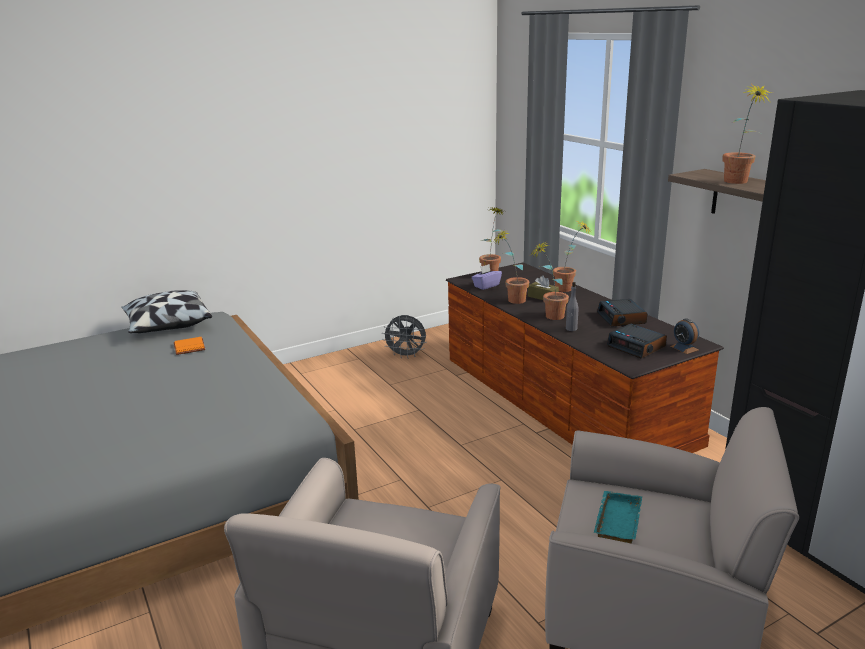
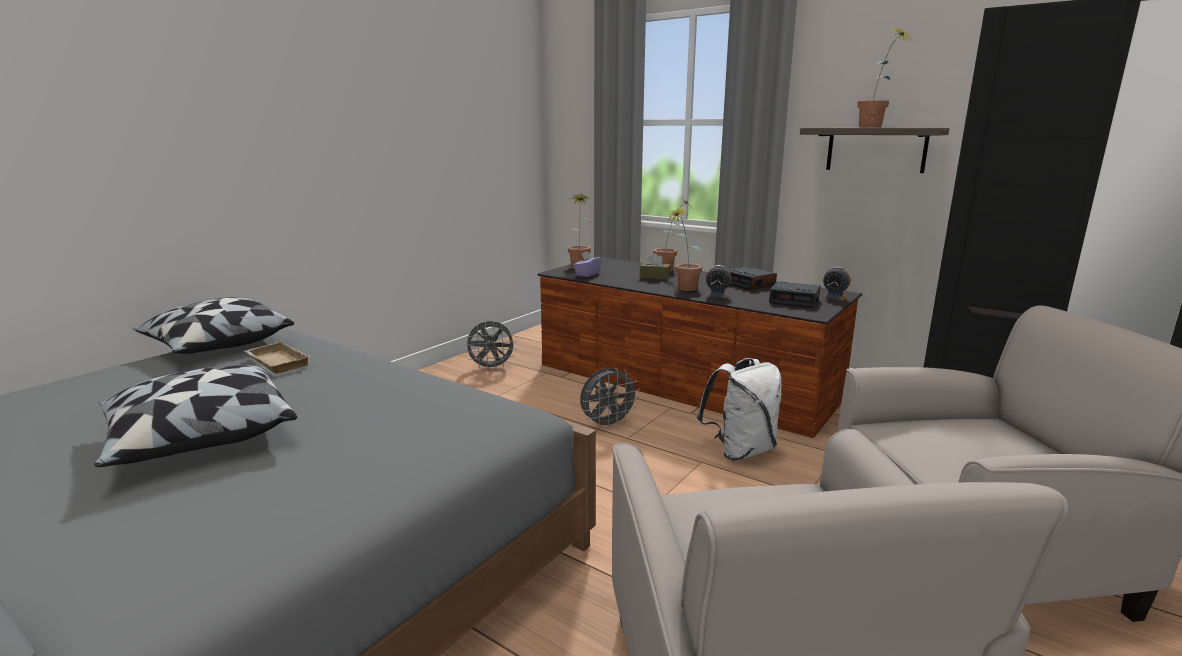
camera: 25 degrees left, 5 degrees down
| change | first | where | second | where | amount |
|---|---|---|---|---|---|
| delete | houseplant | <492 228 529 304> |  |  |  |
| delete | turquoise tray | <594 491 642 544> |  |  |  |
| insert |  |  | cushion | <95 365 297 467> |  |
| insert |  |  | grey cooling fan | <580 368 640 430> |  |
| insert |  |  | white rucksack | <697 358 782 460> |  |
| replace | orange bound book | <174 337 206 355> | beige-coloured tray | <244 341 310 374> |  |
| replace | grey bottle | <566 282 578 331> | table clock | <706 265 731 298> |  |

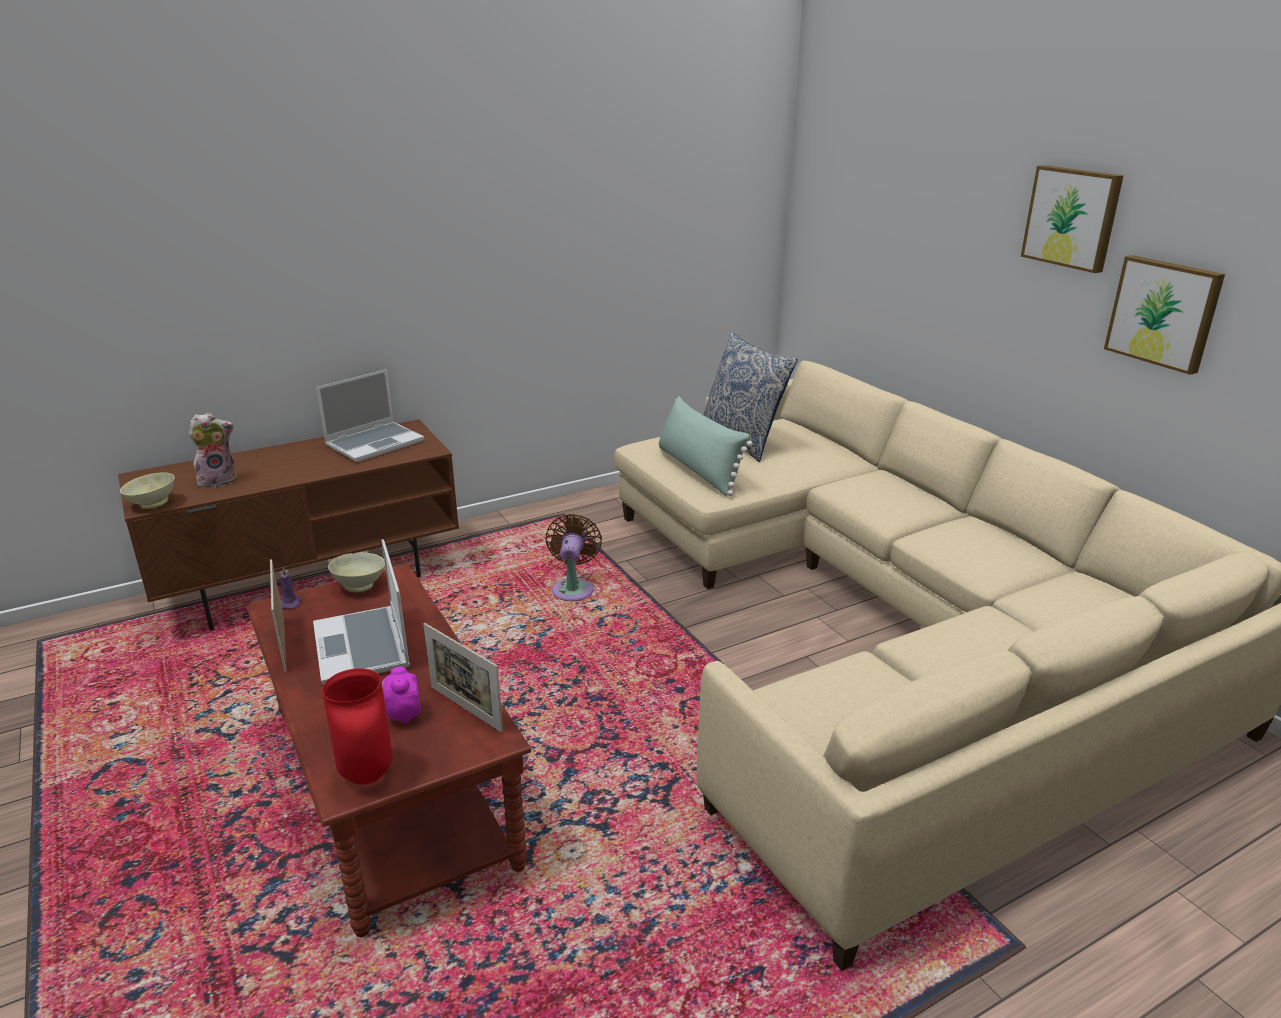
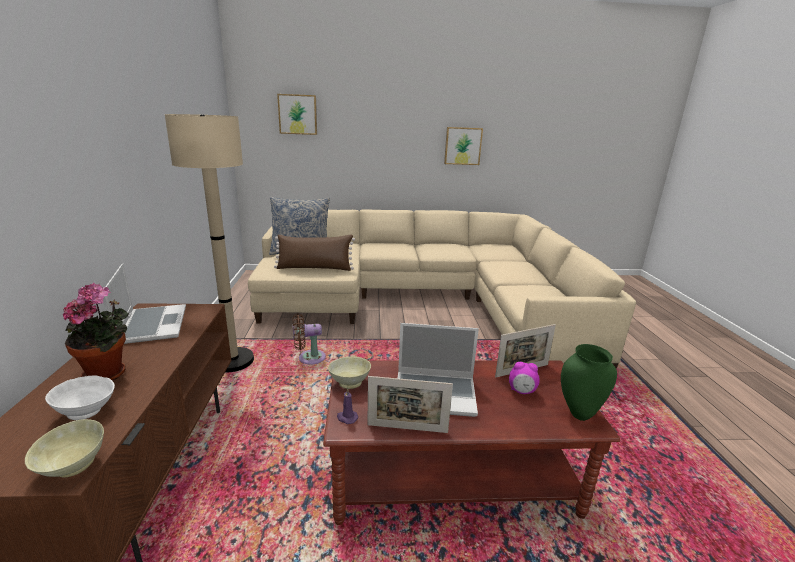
camera: 65 degrees left, 5 degrees down
| change | first | where | second | where | amount |
|---|---|---|---|---|---|
| insert |  |  | houseplant | <63 283 129 381> |  |
| insert |  |  | beige-coloured standard lamp | <164 114 254 372> |  |
| move | picture | <1021 165 1124 273> |  | <277 94 317 135> |  |
| replace | plush toy | <189 413 236 487> | white deep dish | <45 376 115 420> |  |
| recolor | red-coloured decorative vase | <322 668 393 785> | green-coloured decorative vase | <561 344 617 421> |  |
| recolor | green-coloured cushion | <659 396 753 496> | brownish cushion | <274 234 355 271> |  |
| rotate | brownish cooling fan | <546 514 602 601> |  | <293 313 326 365> | 45 degrees counterclockwise |

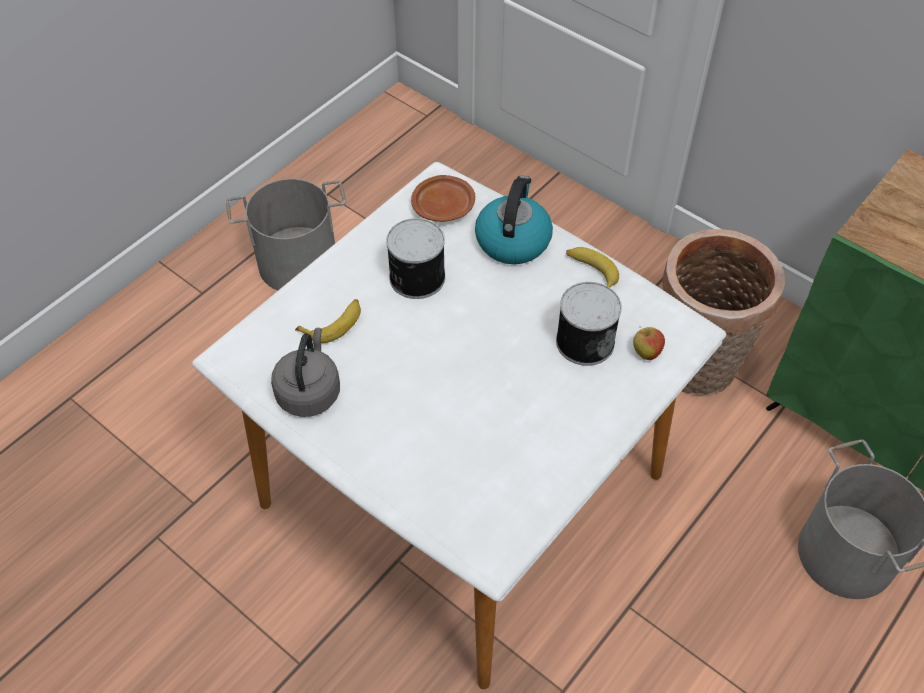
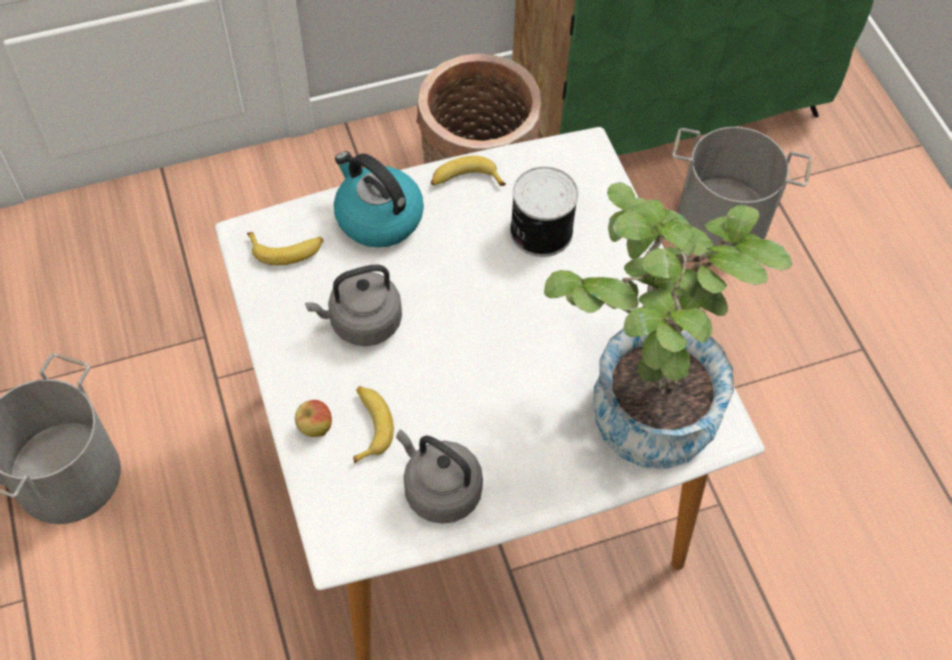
camera: 60 degrees left, 5 degrees up
| change | first | where | second | where | amount |
|---|---|---|---|---|---|
| insert |  |  | houseplant | <544 182 792 469> |  |
| move | whole apple | <633 326 665 360> |  | <295 400 332 437> |  |
| replace | sealed can | <386 218 445 299> | grey tea kettle | <305 264 402 346> |  |
| replace | brownish plate | <411 175 475 222> | banana | <247 232 324 265> |  |

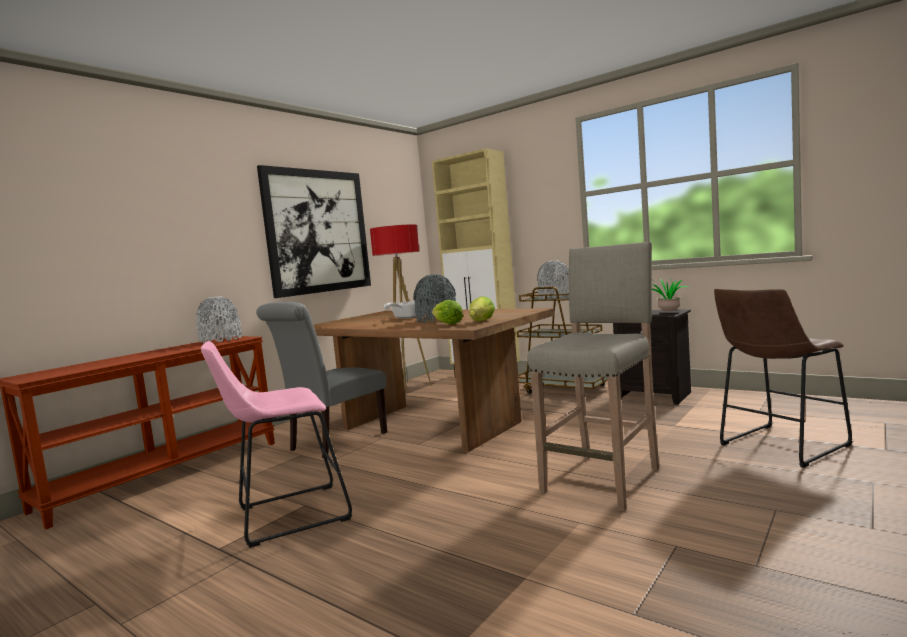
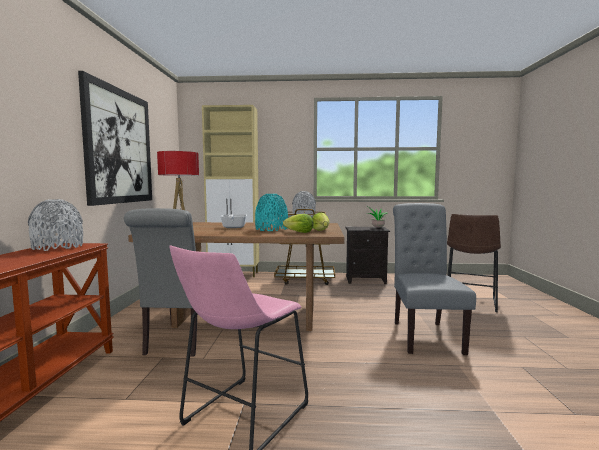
camera: 35 degrees left, 0 degrees up
| change | first | where | second | where | amount |
|---|---|---|---|---|---|
| replace | beige-coloured stool | <527 242 659 511> | grey plain chair | <393 203 476 355> |  |
| recolor | grey decorative vase | <413 274 456 323> | turquoise decorative vase | <255 194 288 231> |  |

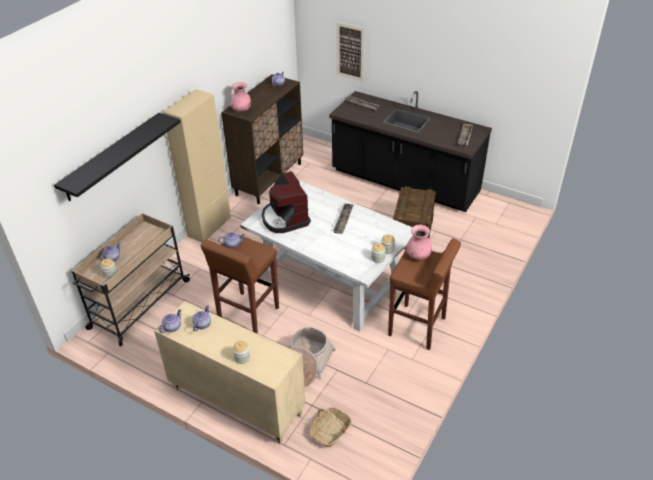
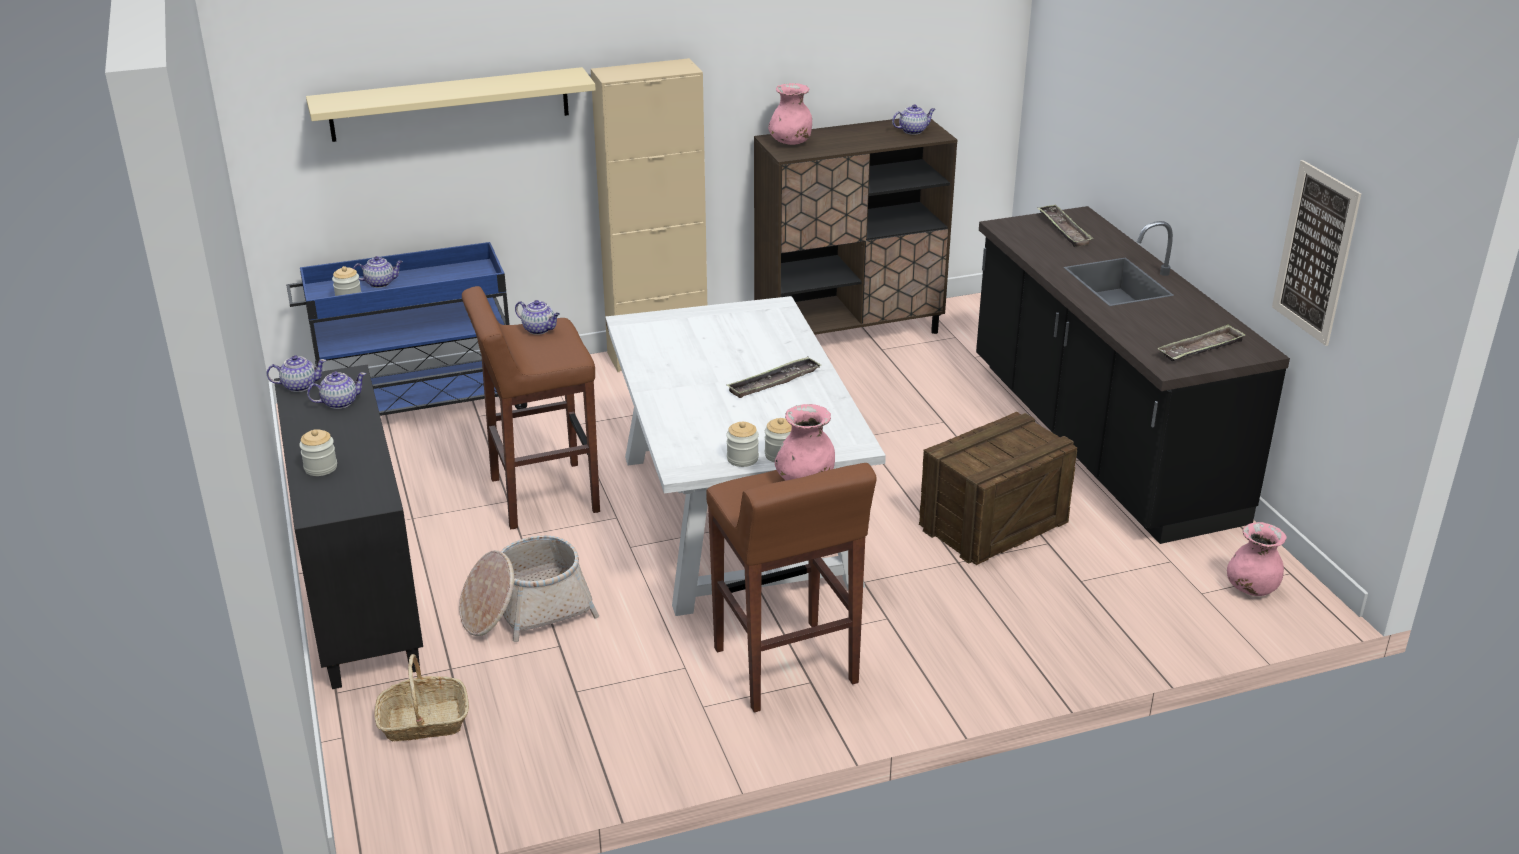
camera: 40 degrees right, 10 degrees down
| change | first | where | second | where | amount |
|---|---|---|---|---|---|
| delete | coffee brewer | <262 171 311 233> |  |  |  |
| insert |  |  | pink decorative vase | <1227 522 1287 596> |  |
| move | picture | <336 22 365 82> |  | <1272 160 1361 346> |  |
| recolor | black bracket shelf | <54 113 180 202> | beige-coloured bracket shelf | <306 67 596 142> |  |
| recolor | beige-coloured trolley | <72 213 190 346> | blue-coloured trolley | <286 242 527 416> |  |
| recolor | beige-coloured cabinet | <154 301 305 444> | black cabinet | <274 365 423 689> |  |

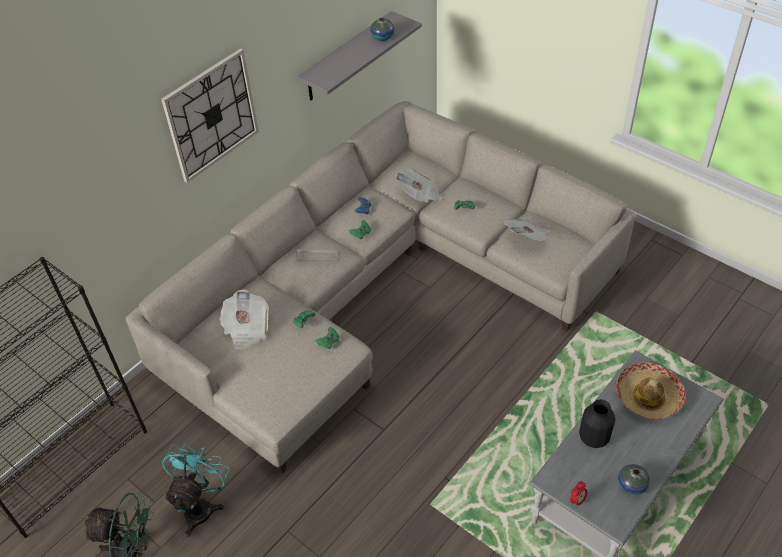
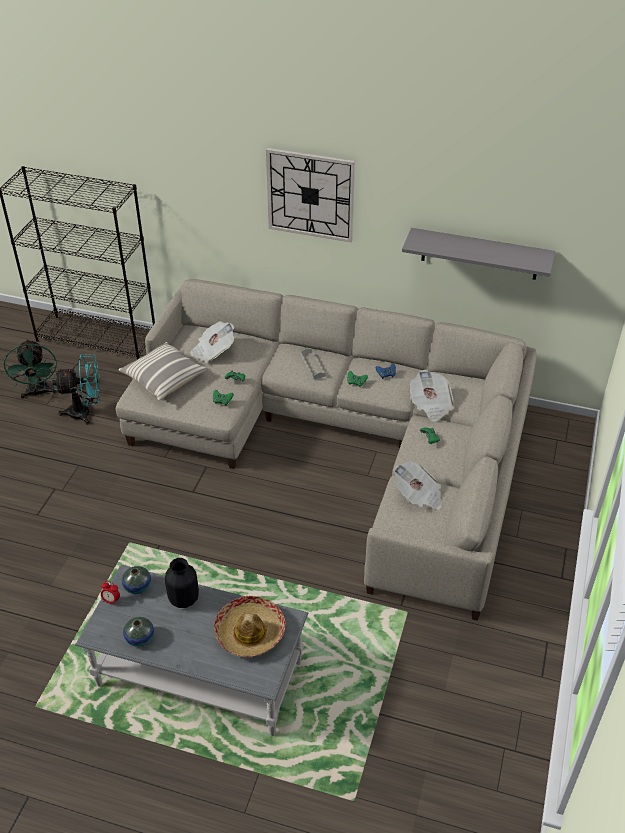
camera: 65 degrees right, 5 degrees down
| change | first | where | second | where | amount |
|---|---|---|---|---|---|
| insert |  |  | cushion | <119 342 207 400> |  |
| move | decorative vase | <370 18 394 41> |  | <122 566 151 594> |  |

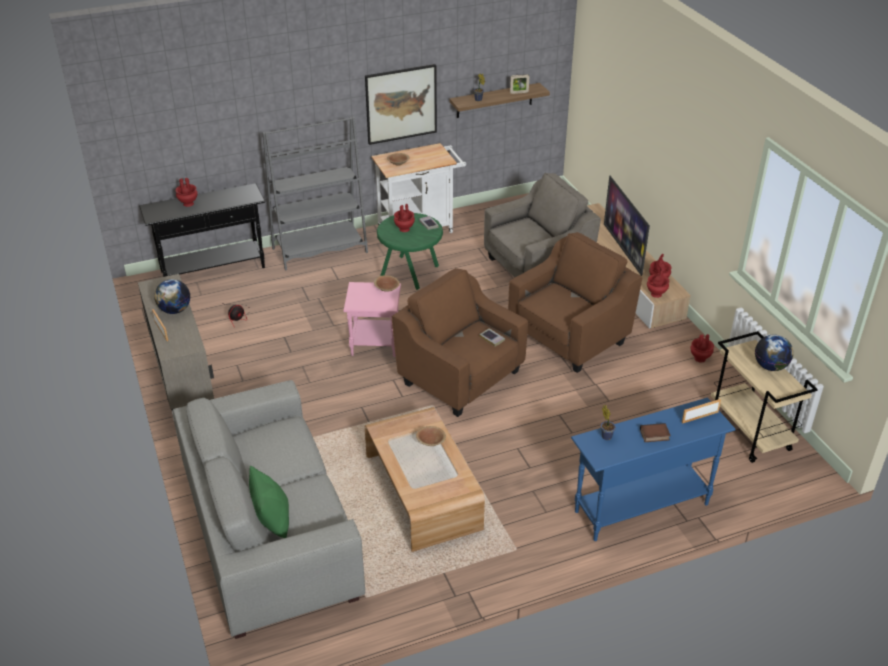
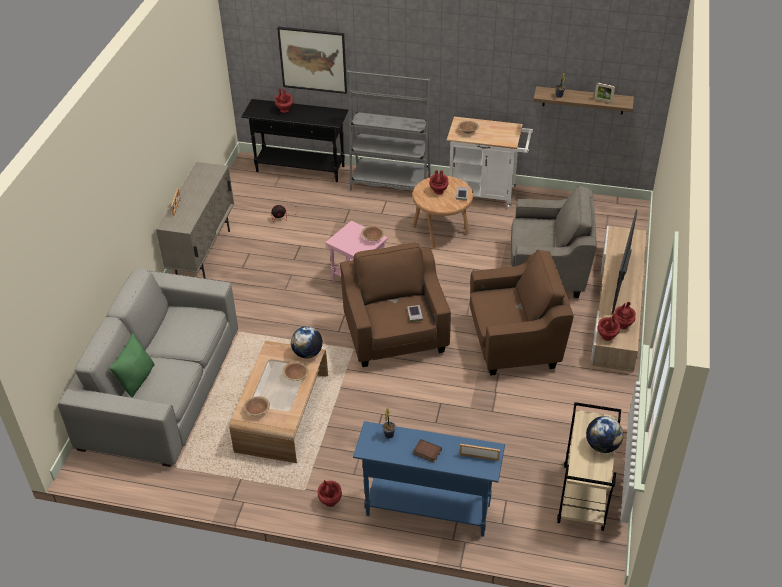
camera: 35 degrees right, 5 degrees up
| change | first | where | second | where | amount |
|---|---|---|---|---|---|
| insert |  |  | brownish deep dish | <243 396 270 416> |  |
| move | globe | <154 279 190 314> |  | <291 327 323 358> |  |
| move | picture | <365 64 437 145> |  | <277 27 347 94> |  |
| move | red-coloured decorative vase | <690 334 714 362> |  | <318 480 342 507> |  |
| recolor | green-coloured end table | <377 213 443 290> | brownish end table | <412 176 473 248> |  |

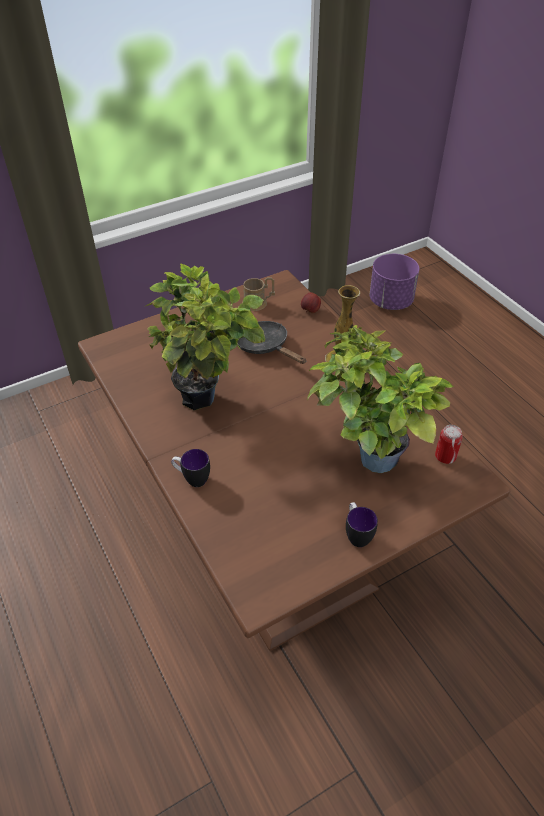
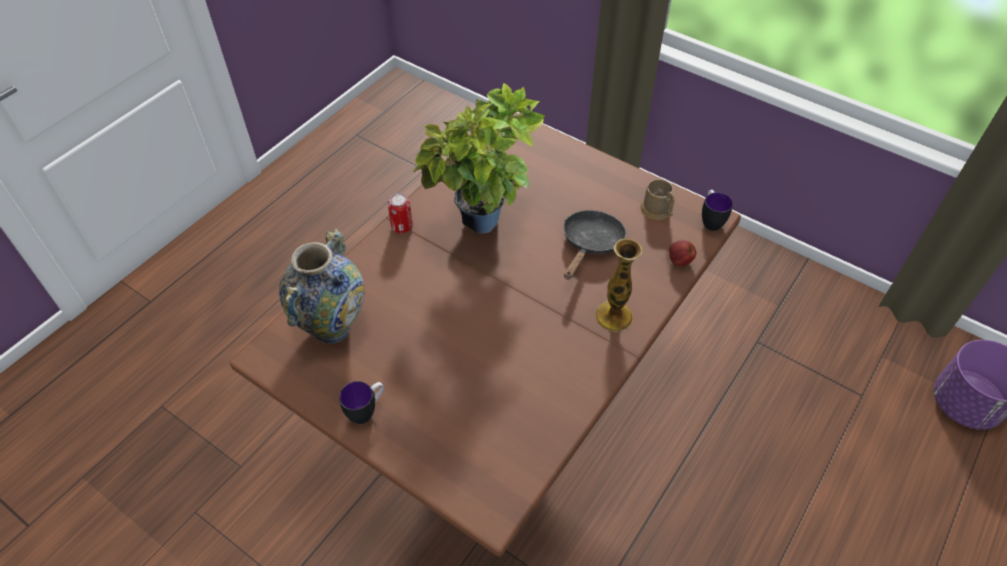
camera: 65 degrees right, 5 degrees up
| change | first | where | second | where | amount |
|---|---|---|---|---|---|
| delete | houseplant | <307 325 455 473> |  |  |  |
| insert |  |  | decorative vase | <279 229 364 344> |  |
| move | coffee mug | <171 449 210 487> |  | <702 190 733 231> |  |
| move | sealed can | <435 425 463 464> |  | <388 193 413 233> |  |

